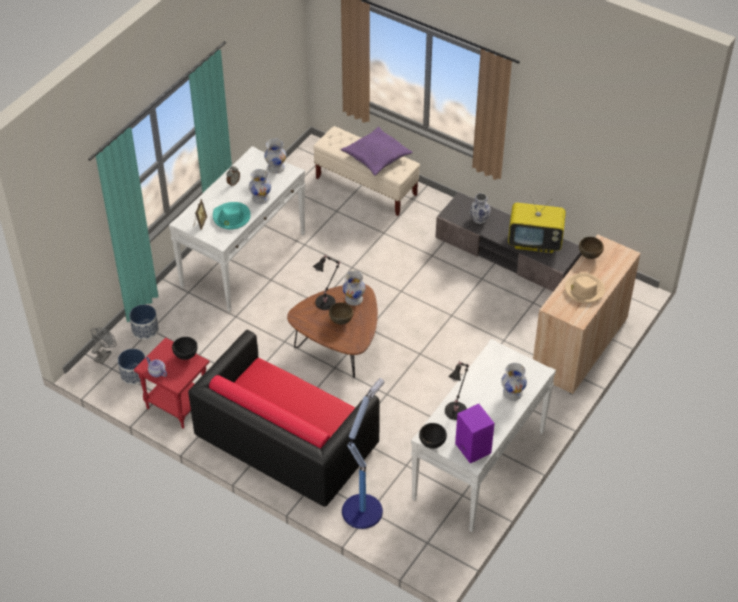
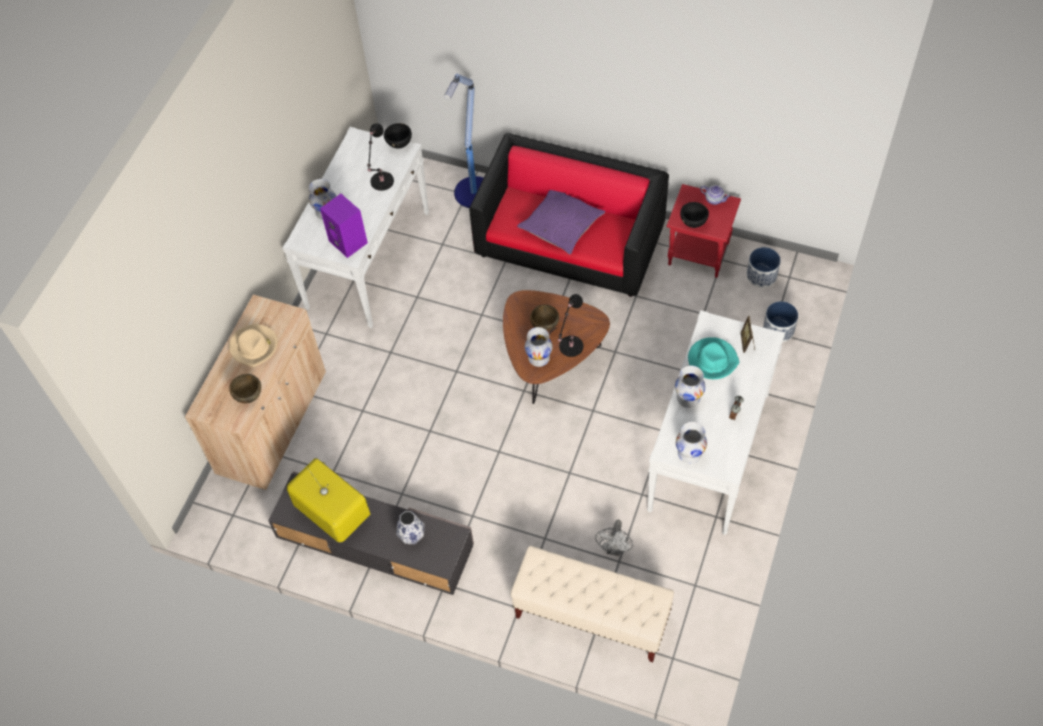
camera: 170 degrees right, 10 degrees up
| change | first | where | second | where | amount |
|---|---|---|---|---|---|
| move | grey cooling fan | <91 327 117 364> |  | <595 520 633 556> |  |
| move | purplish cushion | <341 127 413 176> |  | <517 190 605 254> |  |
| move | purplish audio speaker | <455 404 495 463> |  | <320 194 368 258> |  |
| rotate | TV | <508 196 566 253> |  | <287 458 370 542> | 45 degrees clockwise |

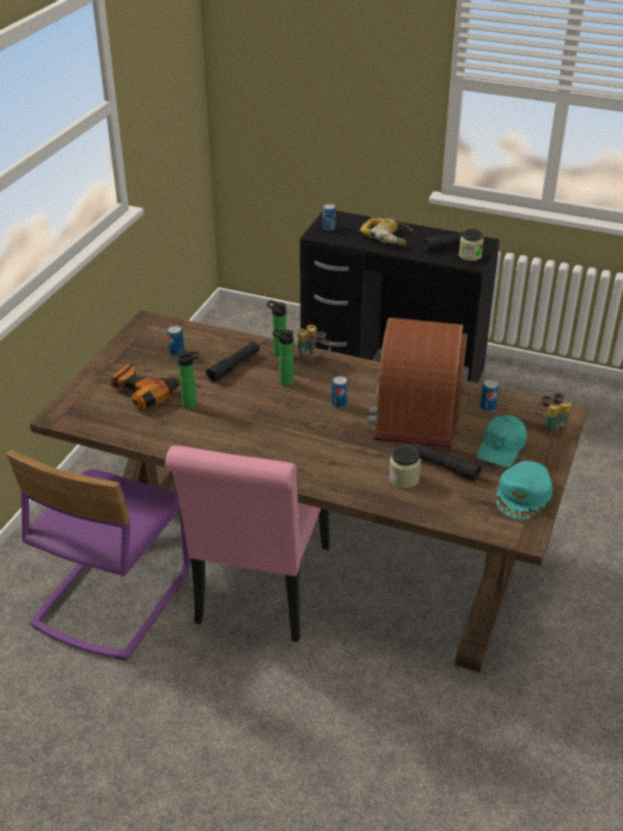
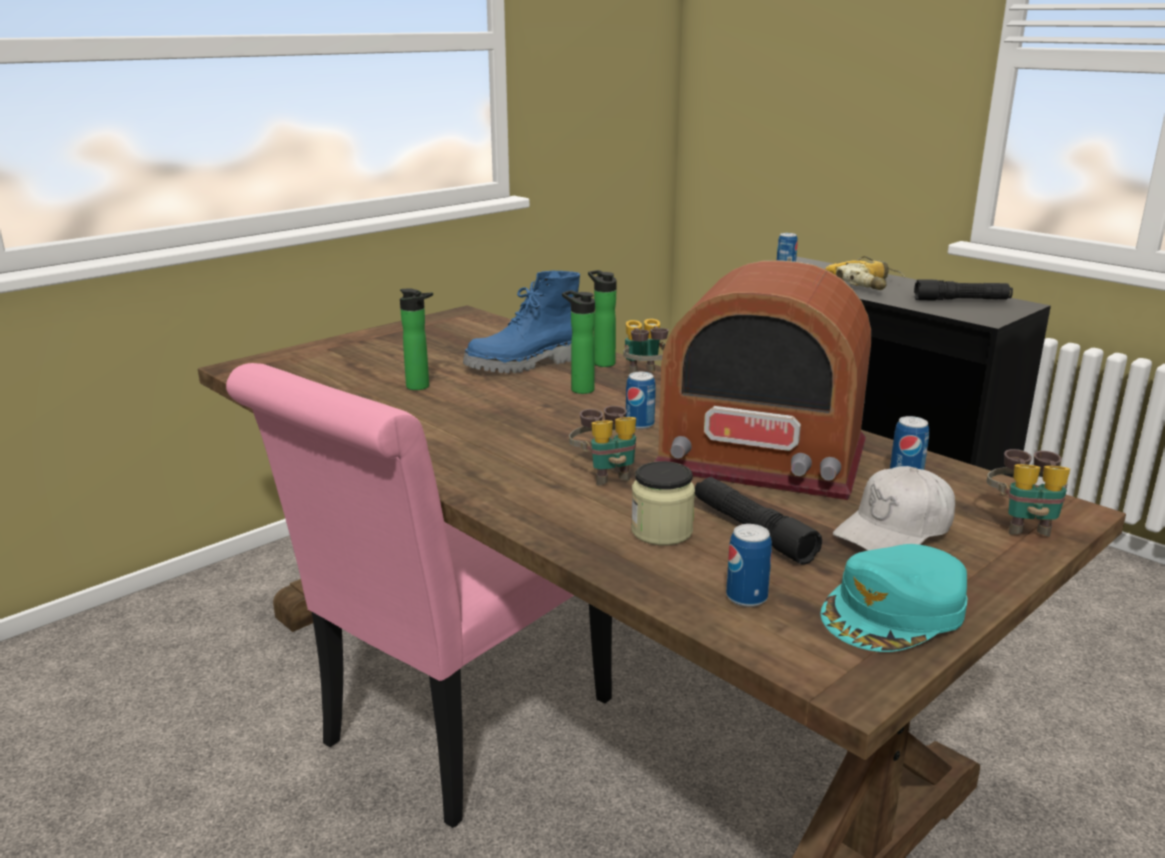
camera: 25 degrees right, 15 degrees down
| change | first | where | second | where | amount |
|---|---|---|---|---|---|
| delete | purplish plain chair | <7 450 191 661> |  |  |  |
| delete | power drill | <111 364 180 411> |  |  |  |
| delete | jar | <459 229 484 261> |  |  |  |
| insert |  |  | pair of binoculars | <569 406 636 486> |  |
| move | sealed can | <167 326 184 356> |  | <726 524 772 607> |  |
| replace | black flashlight | <206 342 260 382> | blue-coloured tall boot | <463 270 580 373> |  |
| recolor | turquoise baseball cap | <477 415 527 467> | white baseball cap | <833 466 955 551> |  |
| rotate | radio | <368 318 467 448> |  | <654 260 871 500> | 105 degrees counterclockwise |

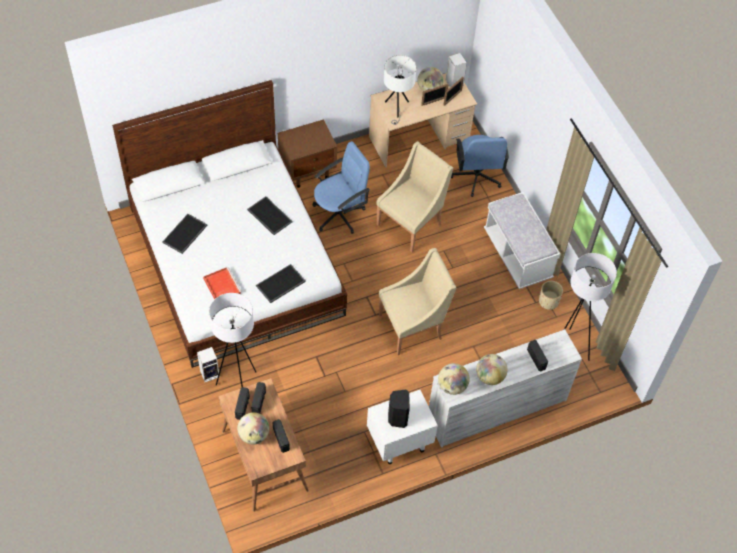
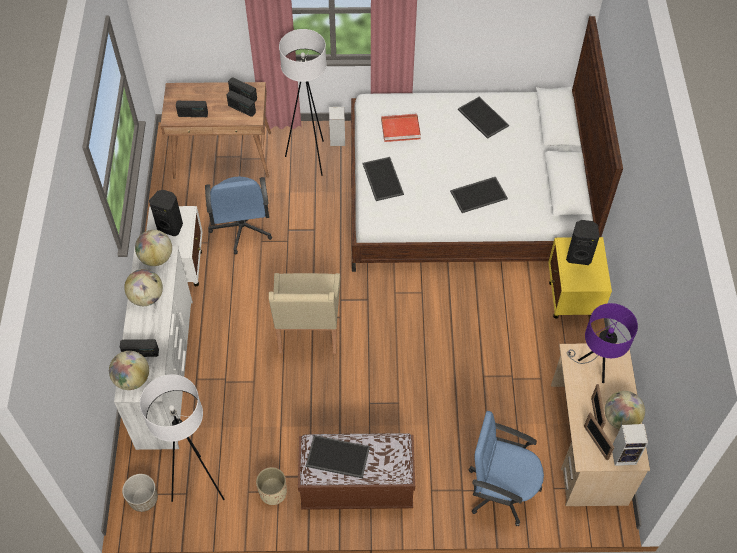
camera: 115 degrees right, 0 degrees up
| change | first | where | second | where | amount |
|---|---|---|---|---|---|
| delete | beige-coloured lounge chair | <377 141 453 252> |  |  |  |
| insert |  |  | plant pot | <122 474 158 512> |  |
| insert |  |  | tray | <306 435 370 478> |  |
| insert |  |  | black audio speaker | <566 220 600 265> |  |
| move | globe | <237 412 269 445> |  | <109 351 149 390> |  |
| move | blue-coloured desk chair | <312 141 370 234> |  | <205 177 272 254> |  |
| recolor | brownish bedside table | <278 119 337 188> | yellow bedside table | <548 237 612 319> |  |
| recolor | white table lamp | <384 55 417 125> | purplish table lamp | <567 303 638 383> |  |
| recolor | white indoor bench | <484 192 560 289> | brownish indoor bench | <298 434 415 510> |  |

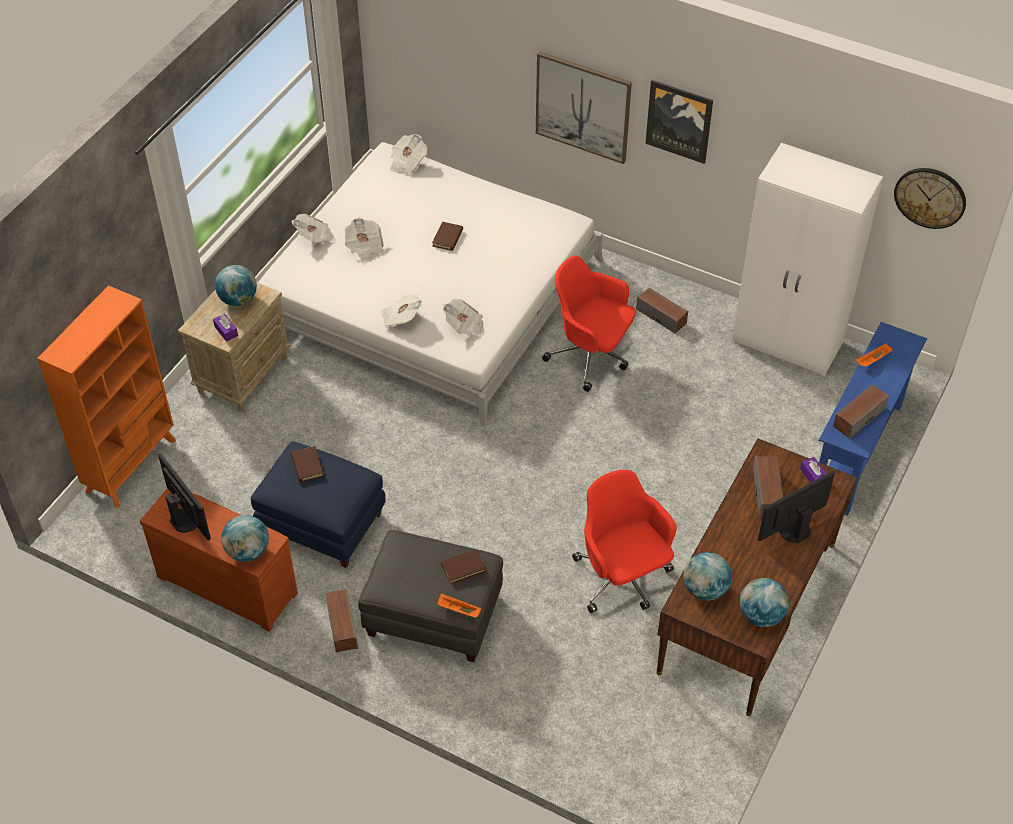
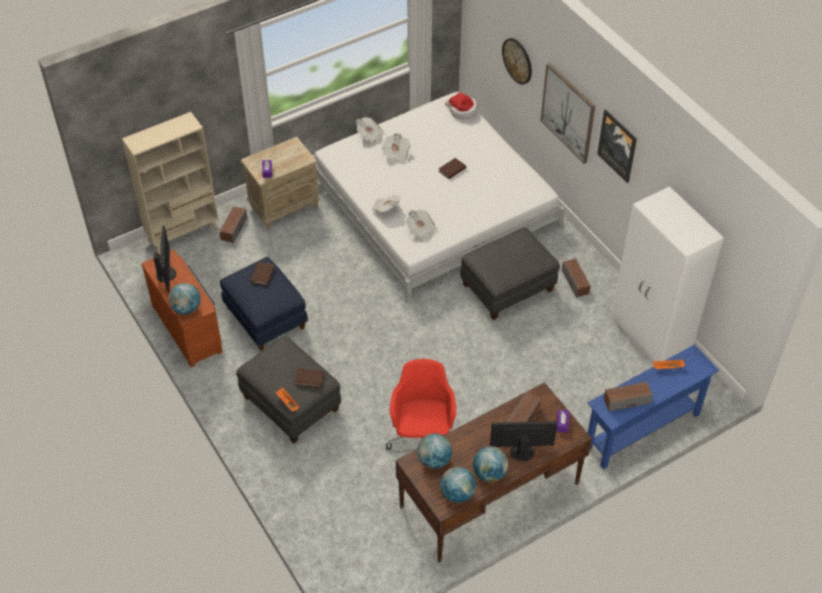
camera: 30 degrees right, 0 degrees up
| change | first | where | second | where | amount |
|---|---|---|---|---|---|
| move | globe | <215 265 257 306> |  | <473 446 508 482> |  |
| move | audio speaker | <325 589 358 652> |  | <219 206 247 243> |  |
| move | clock on the wall | <894 168 966 229> |  | <502 38 532 85> |  |
| replace | printed paper | <390 134 427 174> | hat | <445 93 478 119> |  |
| replace | red-coloured desk chair | <542 255 636 392> | grey pouffe | <460 228 560 320> |  |
| recolor | orange shelving unit | <37 285 176 508> | beige-coloured shelving unit | <122 112 219 255> |  |

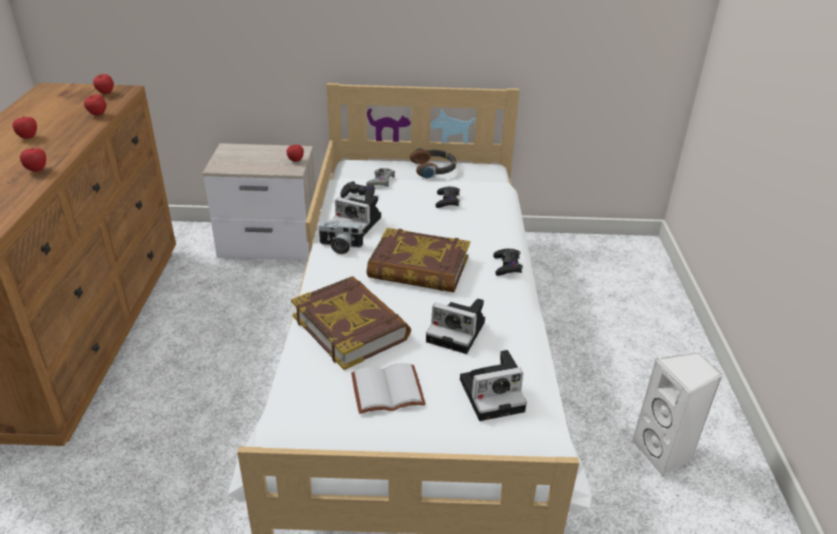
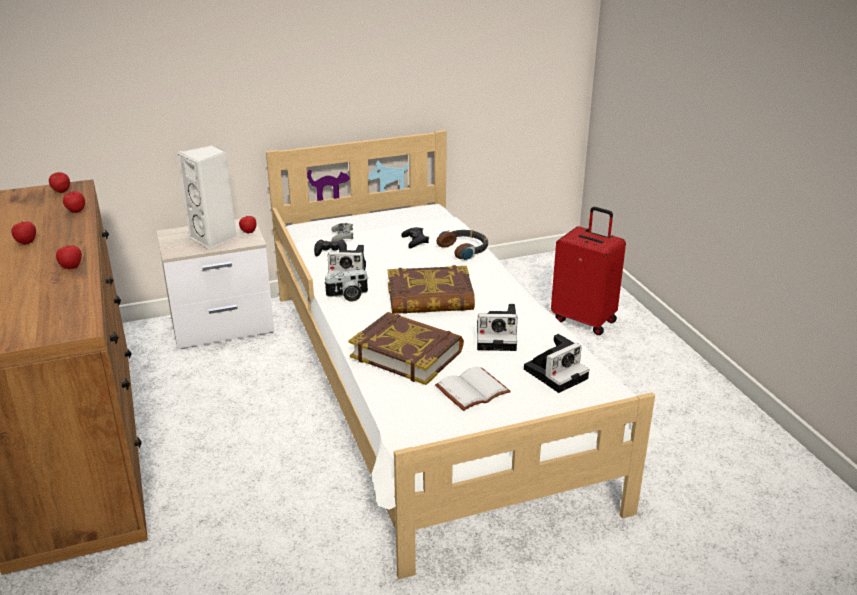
camera: 20 degrees left, 5 degrees down
| change | first | where | second | where | amount |
|---|---|---|---|---|---|
| delete | black gamepad | <493 249 523 276> |  |  |  |
| insert |  |  | red-coloured suitcase | <551 207 626 335> |  |
| move | headset | <410 148 456 179> |  | <436 230 488 260> |  |
| move | white audio speaker | <632 353 723 478> |  | <177 145 237 249> |  |

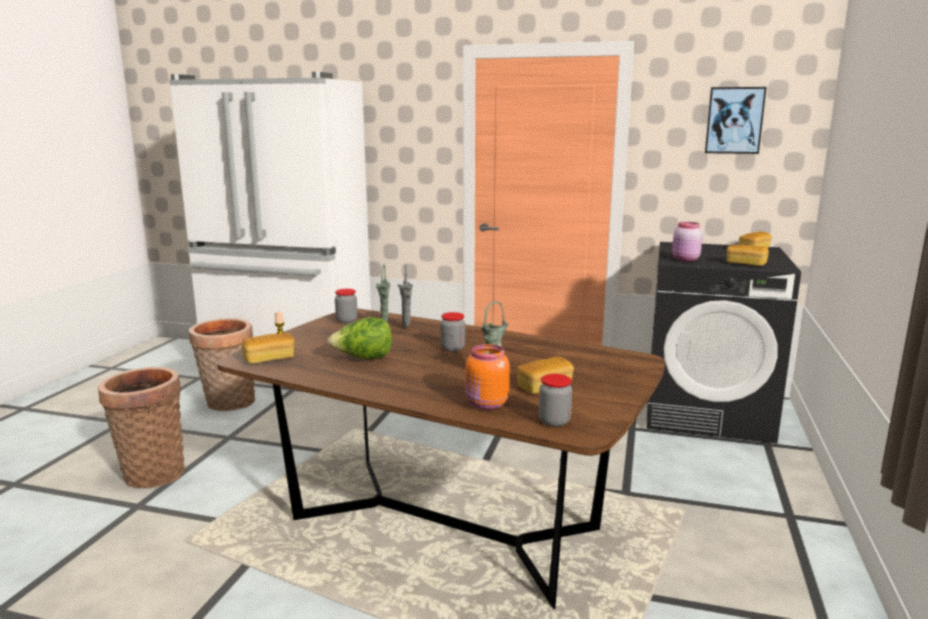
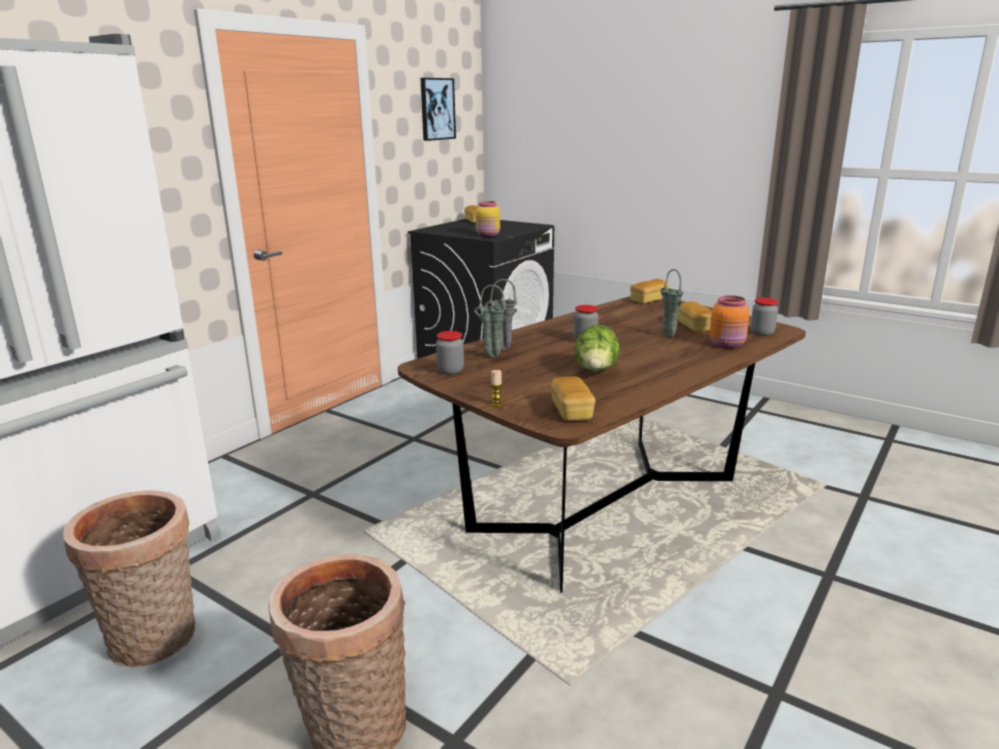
camera: 70 degrees left, 5 degrees up
| change | first | where | second | where | amount |
|---|---|---|---|---|---|
| move | baked bread | <727 245 769 266> |  | <630 279 669 304> |  |
| recolor | pink jar | <672 222 703 262> | yellow jar | <475 201 500 237> |  |

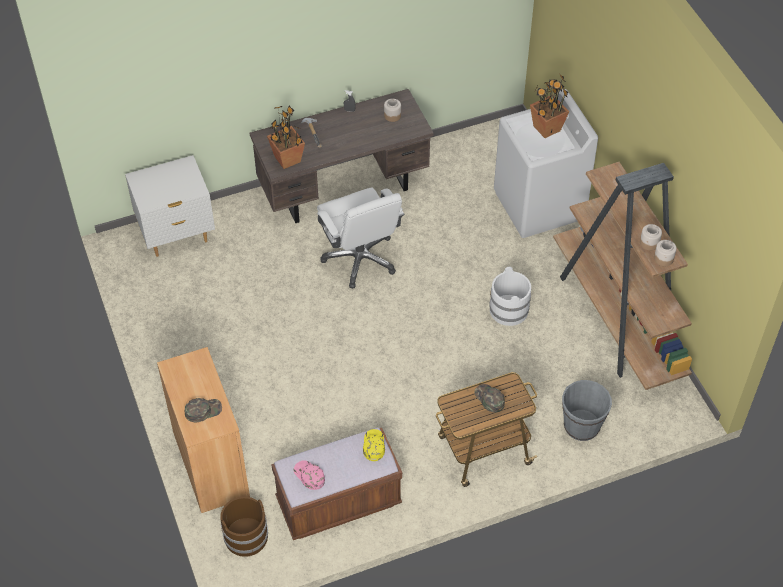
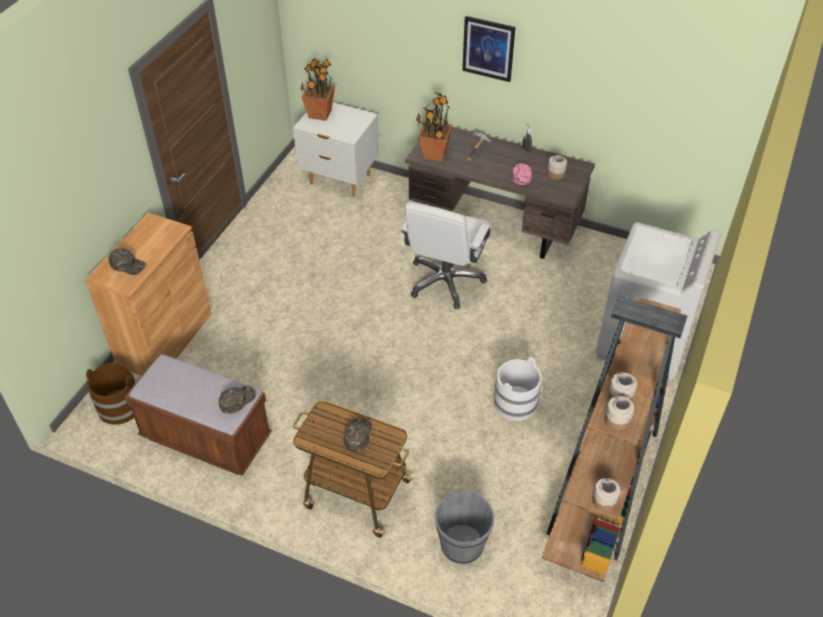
camera: 45 degrees right, 5 degrees down
| change | first | where | second | where | amount |
|---|---|---|---|---|---|
| insert |  |  | picture | <462 16 515 82> |  |
| insert |  |  | jar | <592 478 620 511> |  |
| move | pink baseball cap | <294 460 325 490> |  | <512 163 532 185> |  |
| move | houseplant | <530 75 569 138> |  | <301 58 335 121> |  |
| recolor | yellow baseball cap | <363 429 385 461> | green-coloured baseball cap | <219 386 256 414> |  |

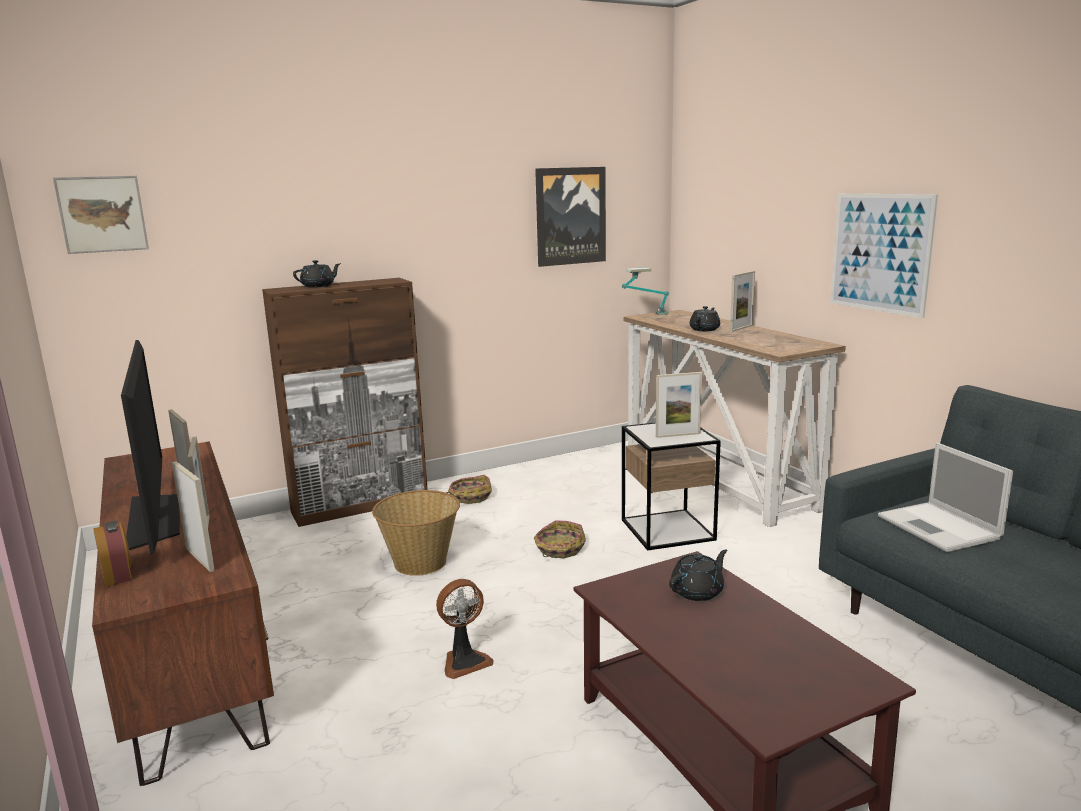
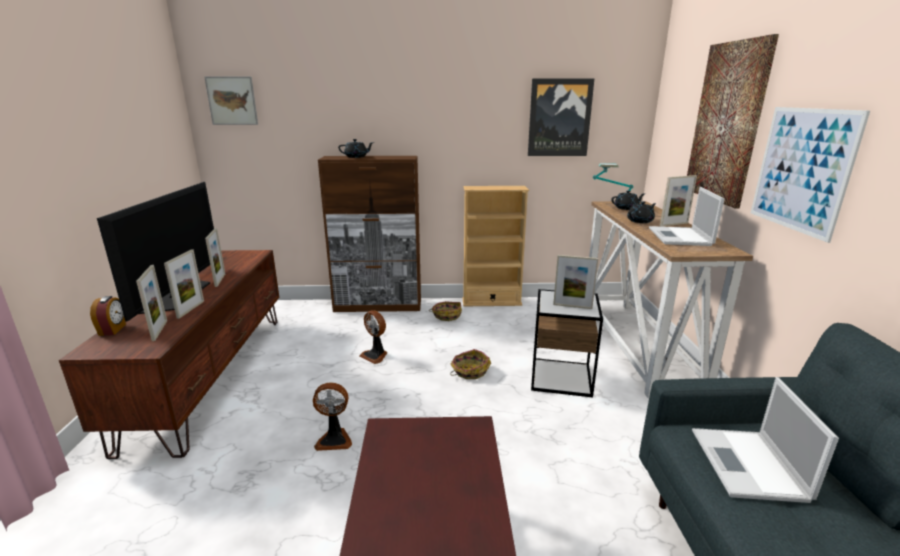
camera: 25 degrees right, 5 degrees up
| change | first | where | second | where | amount |
|---|---|---|---|---|---|
| insert |  |  | beige-coloured shelving unit | <462 186 529 306> |  |
| insert |  |  | laptop | <649 187 725 246> |  |
| insert |  |  | picture | <687 34 779 209> |  |
| move | black teapot | <669 549 727 601> |  | <611 190 644 210> |  |
| replace | basket | <372 490 460 576> | cooling fan | <359 310 388 364> |  |

